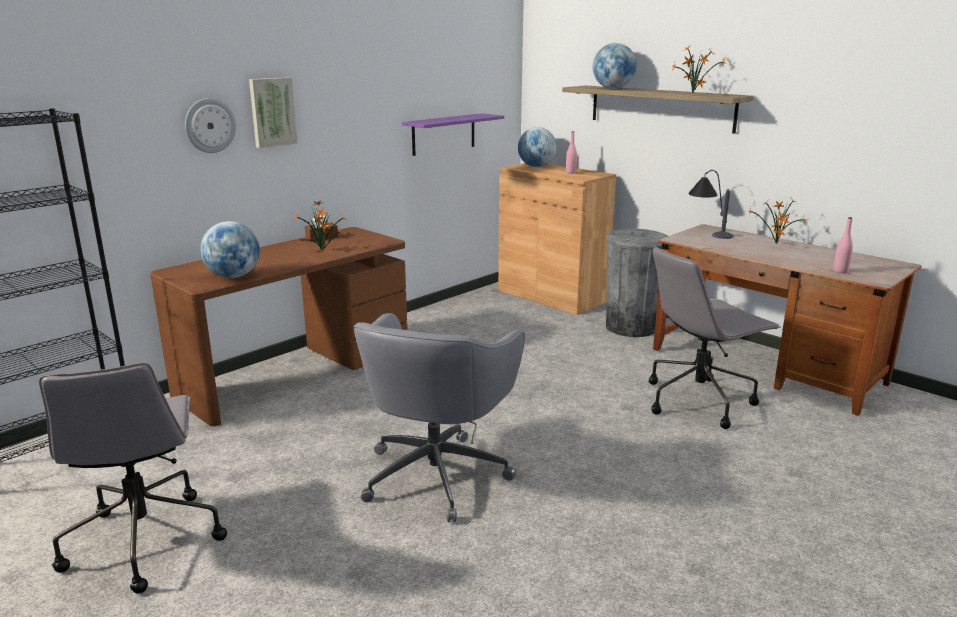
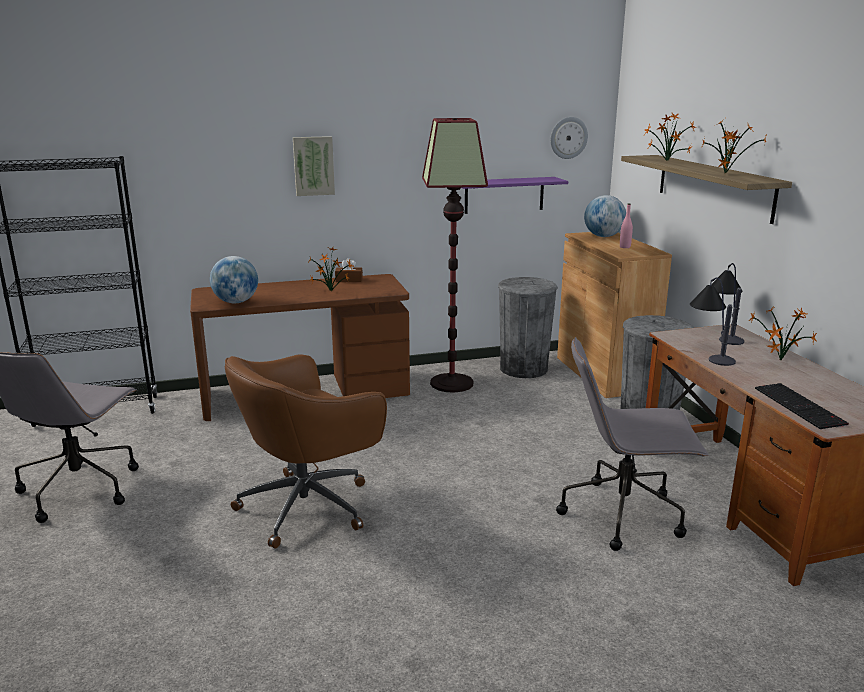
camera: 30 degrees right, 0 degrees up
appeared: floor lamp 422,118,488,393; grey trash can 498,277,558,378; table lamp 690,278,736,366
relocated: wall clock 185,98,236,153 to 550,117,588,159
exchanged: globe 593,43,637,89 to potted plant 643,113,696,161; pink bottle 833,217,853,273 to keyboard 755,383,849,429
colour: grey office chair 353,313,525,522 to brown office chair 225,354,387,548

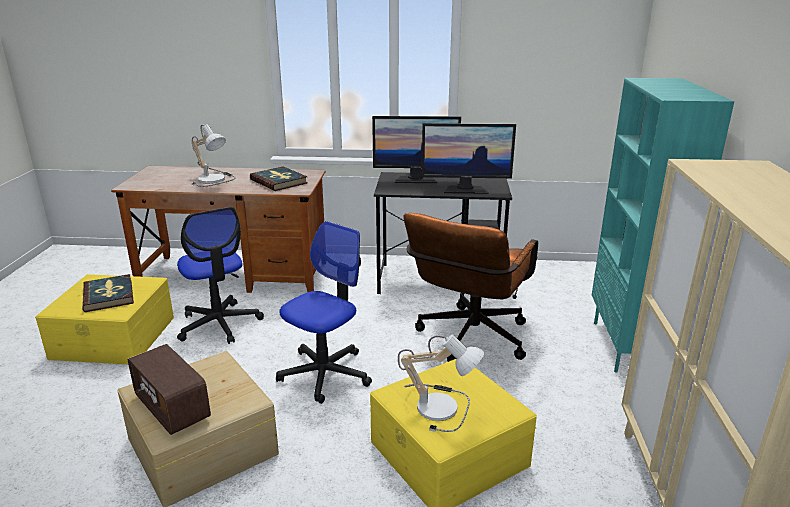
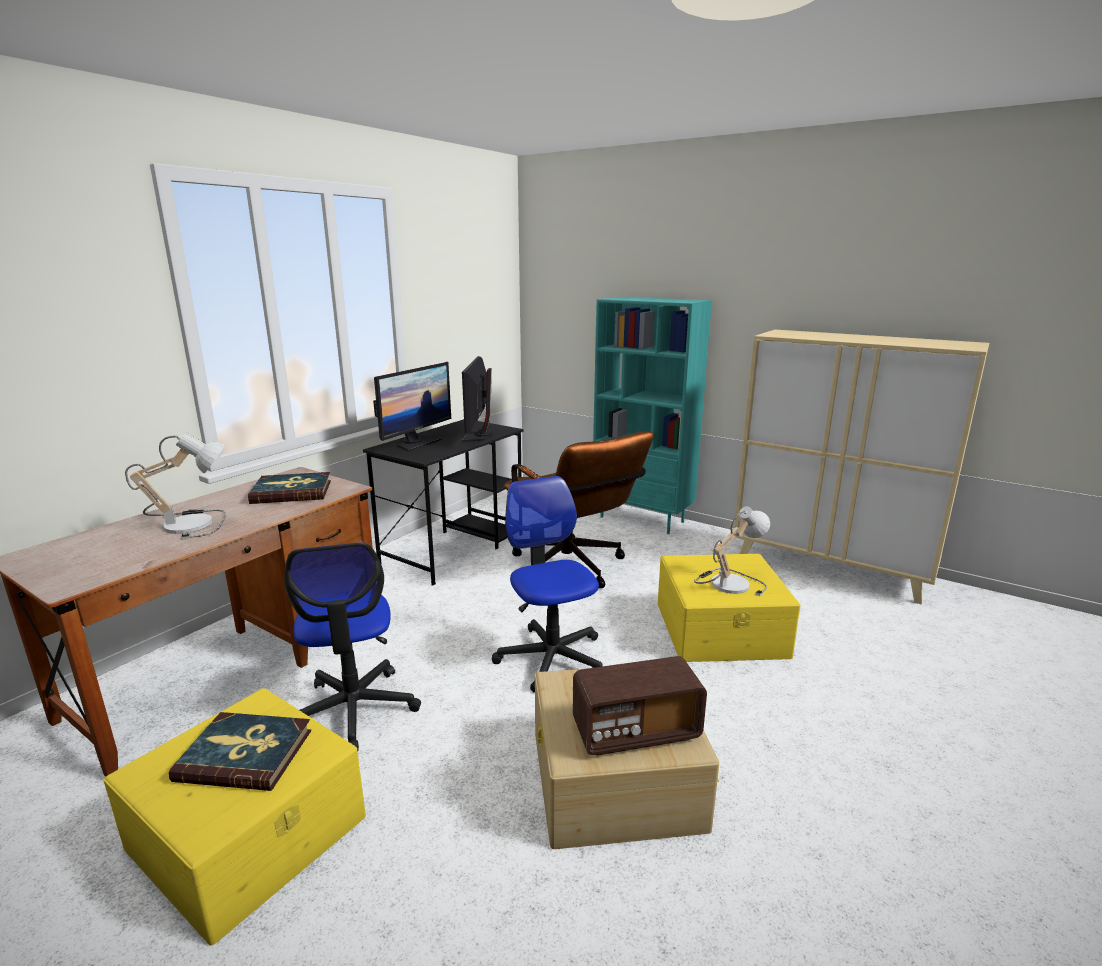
camera: 60 degrees left, 5 degrees down
spun: office chair 177,207,264,344 = 284,542,421,750 75 degrees clockwise; monitor 421,123,516,194 = 462,356,492,442 150 degrees clockwise

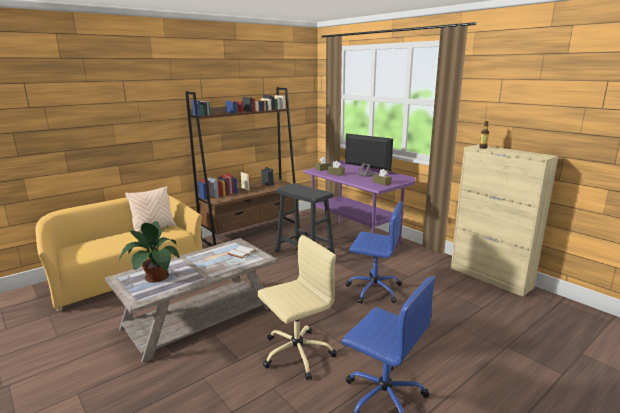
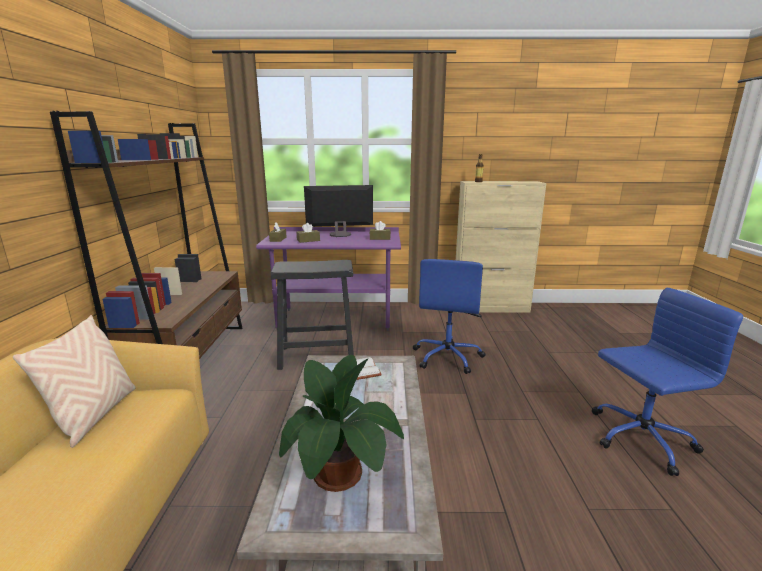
camera: 50 degrees left, 0 degrees up
missing: beige office chair 257,235,337,380
spun: blue office chair 346,201,403,304 = 413,259,485,374 135 degrees clockwise

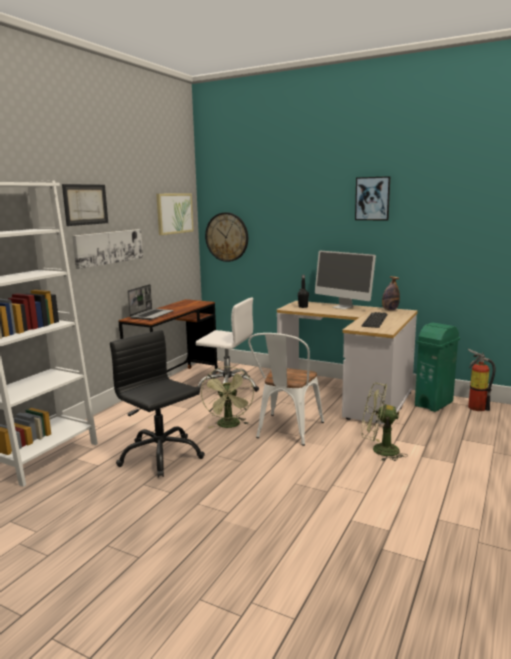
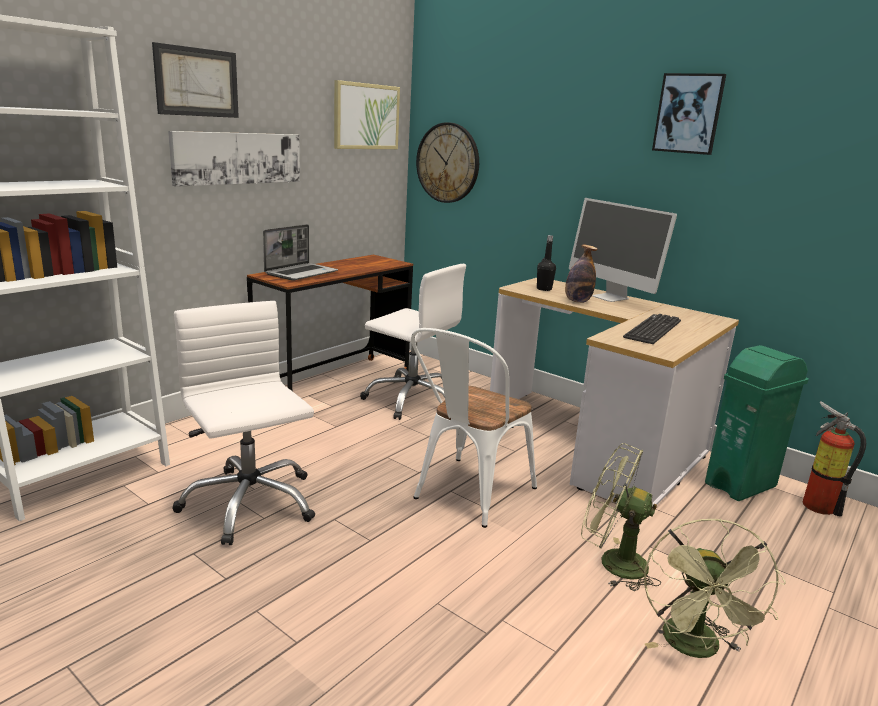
camera: 10 degrees right, 5 degrees up
relocated: green fan 201,366,254,428 to 644,518,786,658; bottle 382,276,400,310 to 565,245,597,303
colour: black office chair 110,330,205,478 to white office chair 173,301,315,545

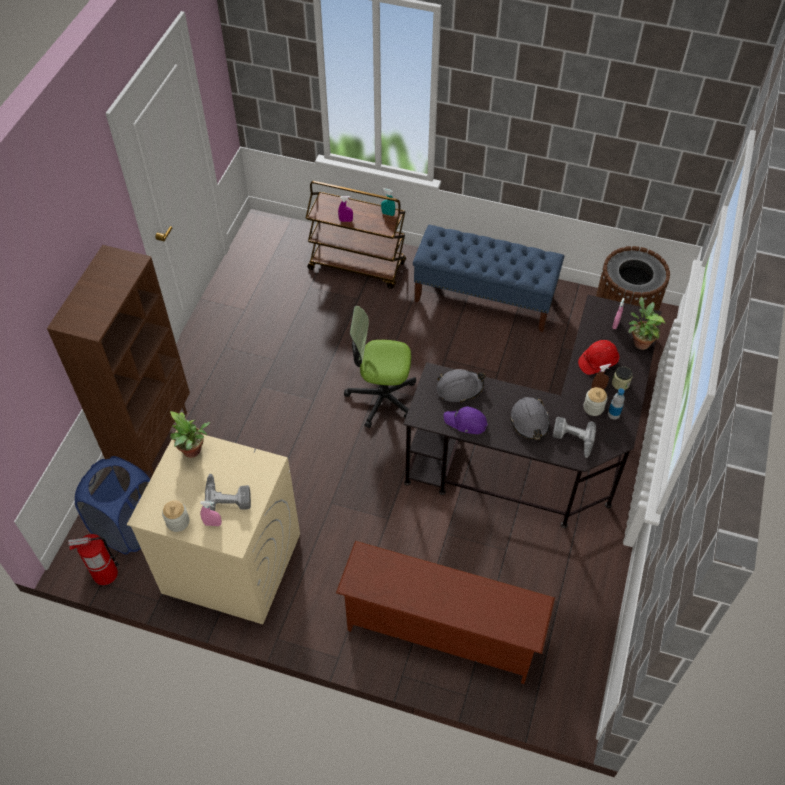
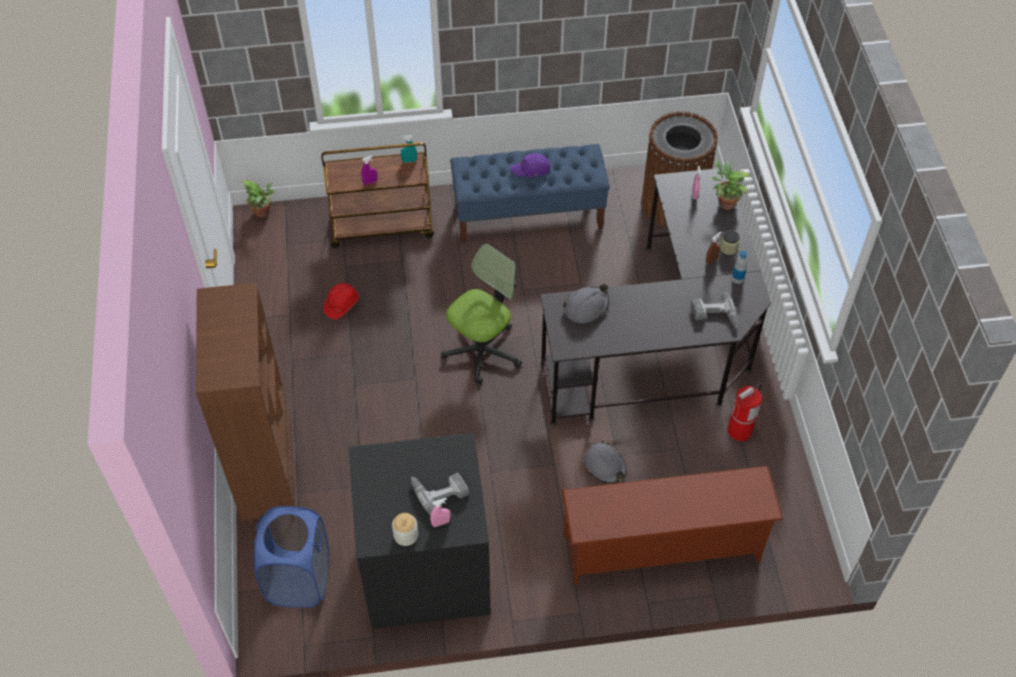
camera: 25 degrees left, 0 degrees up
missing: jar 583,387,607,416
relocated: fire extinguisher 68,534,120,585 to 727,384,762,441; potted plant 170,411,210,458 to 242,180,275,217; purple cap 444,406,488,434 to 510,154,550,177; grey hard hat 510,397,550,440 to 584,441,626,484; red hard hat 578,340,619,375 to 323,283,359,320
colour: beige washing machine 127,430,300,624 to black washing machine 348,433,491,629
spun: office chair 344,306,416,428 = 441,244,522,385 150 degrees clockwise

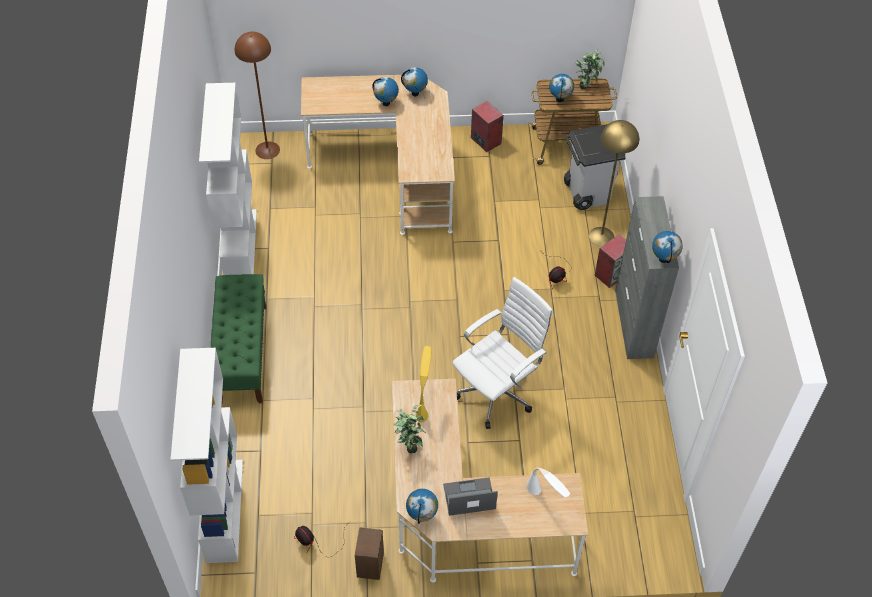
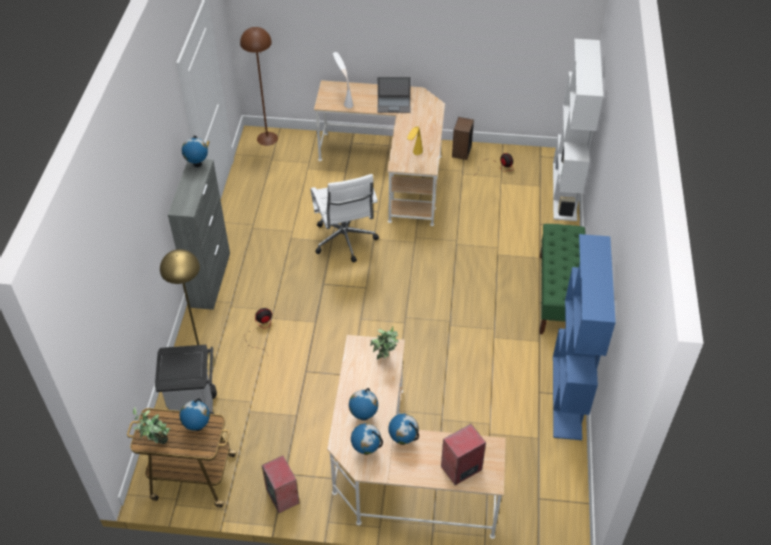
camera: 170 degrees left, 5 degrees down
relocated: brown floor lamp 235,32,280,159 to 240,27,278,146; potted plant 394,405,426,454 to 370,326,398,359; globe 406,489,438,524 to 349,388,378,420; speaker 595,234,626,288 to 441,424,486,485
colour: white bookcase 199,83,257,275 to blue bookcase 553,234,616,440
spun: white office chair 452,277,553,429 = 311,174,379,262 75 degrees counterclockwise

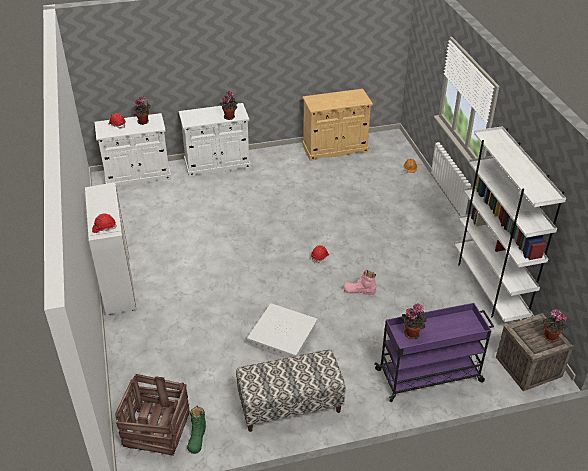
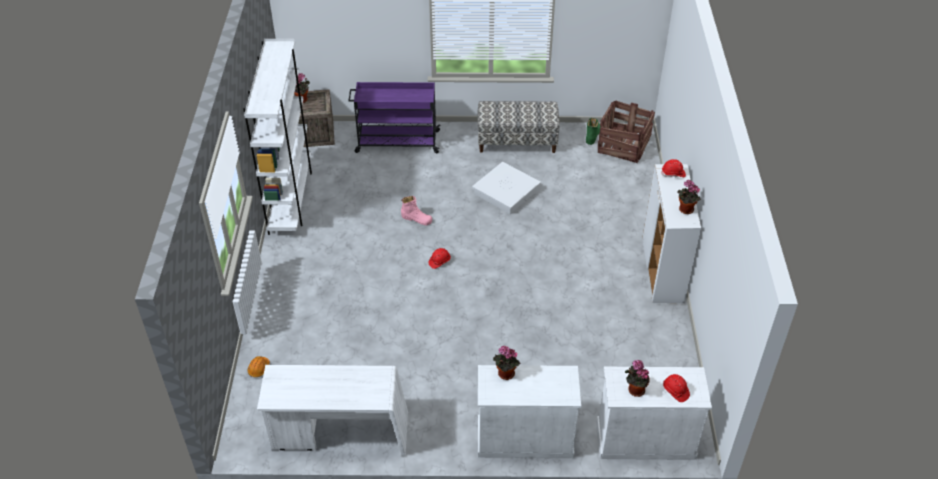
camera: 165 degrees left, 5 degrees up
relocated: potted plant 402,303,427,339 to 677,180,701,214
exchanged: beige cabinet 302,89,373,161 to white desk 257,365,408,456

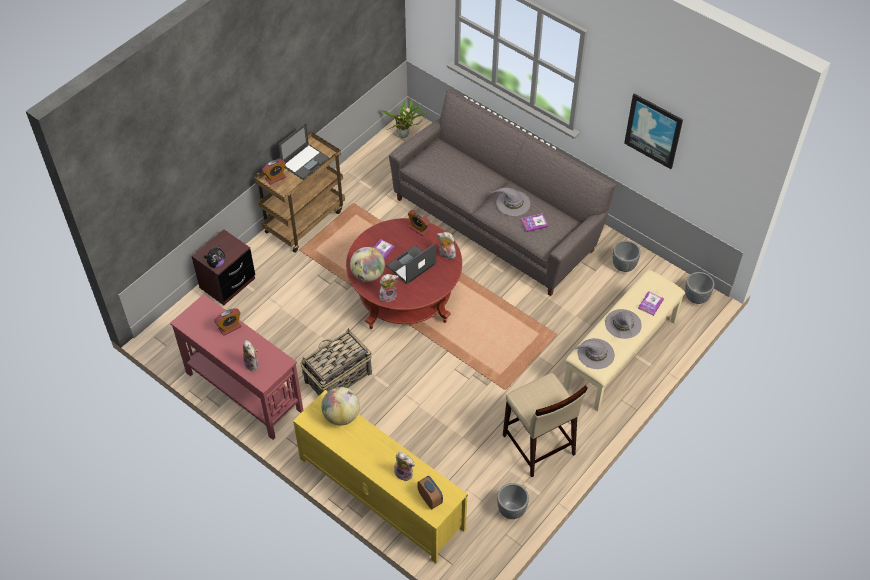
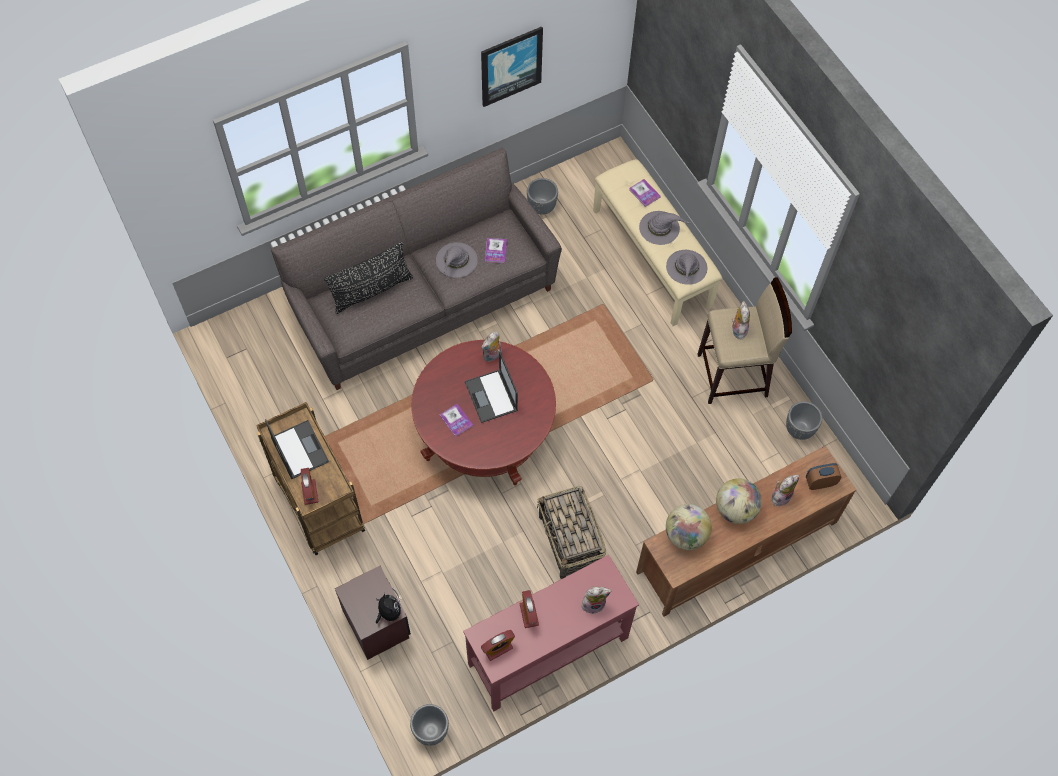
camera: 70 degrees left, 10 degrees up
missing: potted plant 381,100,428,138
appeared: black pillow 324,242,413,314
relocated: globe 350,247,385,282 to 716,478,762,524; plush toy 379,274,399,302 to 732,301,750,339; alarm clock 408,210,430,236 to 481,630,515,661; grey planter 685,272,714,304 to 410,704,449,746
colour: yellow tv stand 293,390,468,563 to brown tv stand 636,446,856,617

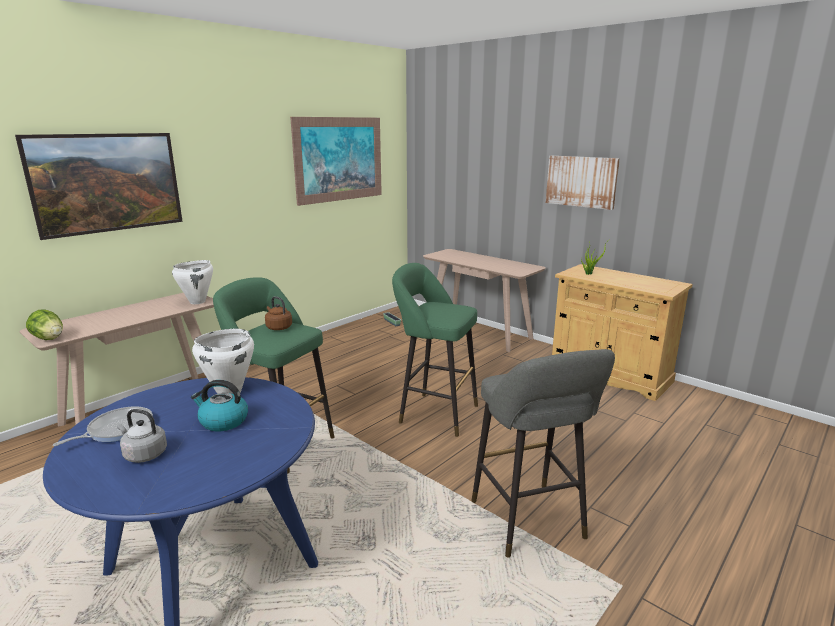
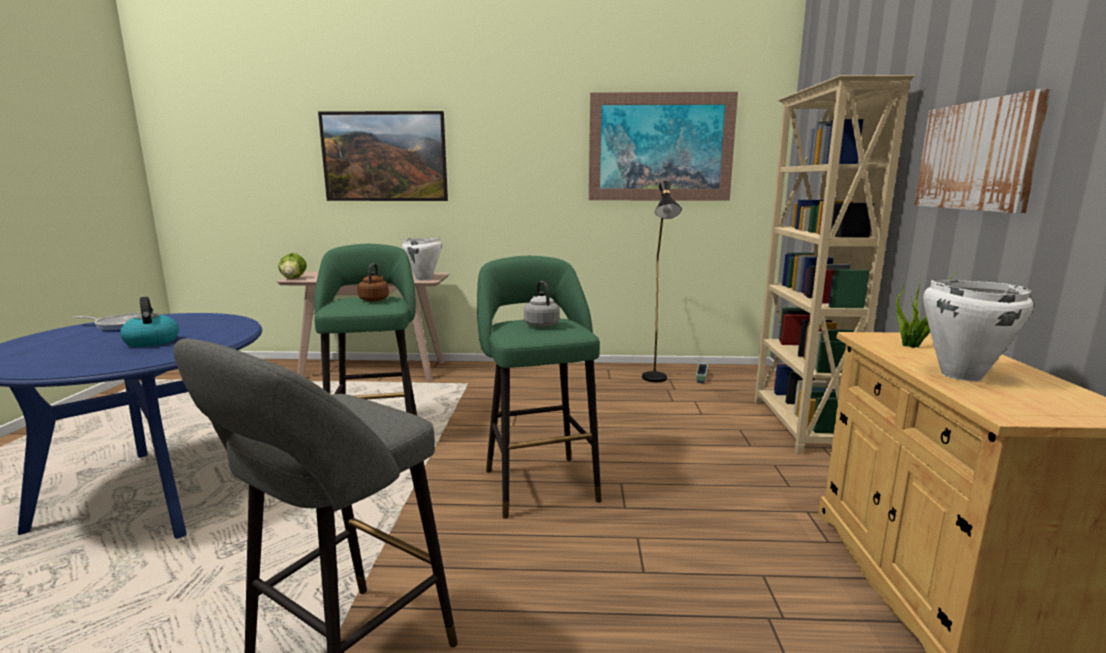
camera: 50 degrees right, 5 degrees down
appeared: black floor lamp 642,181,682,382
relocated: grey kettle 117,409,167,463 to 524,281,559,328; white cooking pot 192,329,254,394 to 923,280,1033,381
exchanged: beige console table 423,249,546,352 to beige bookcase 754,75,915,454

